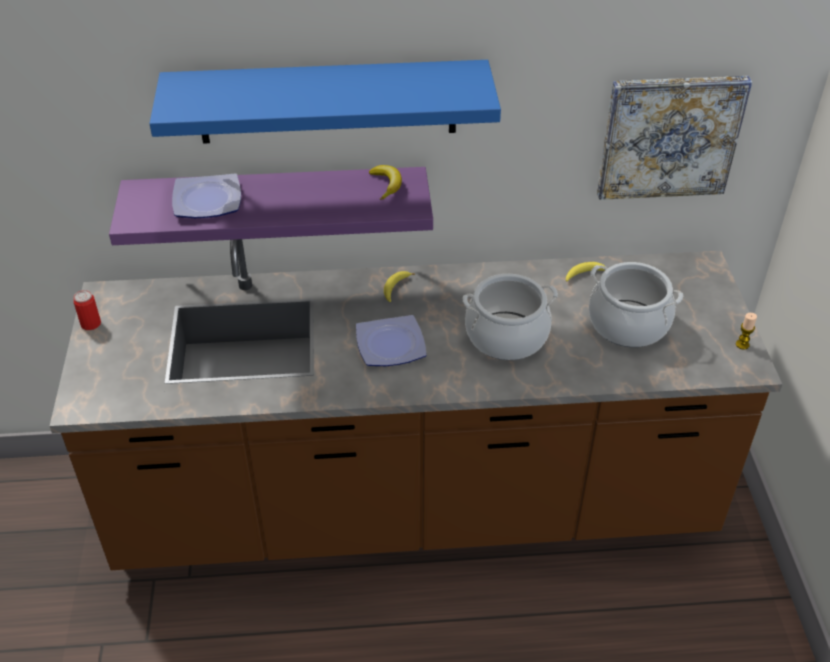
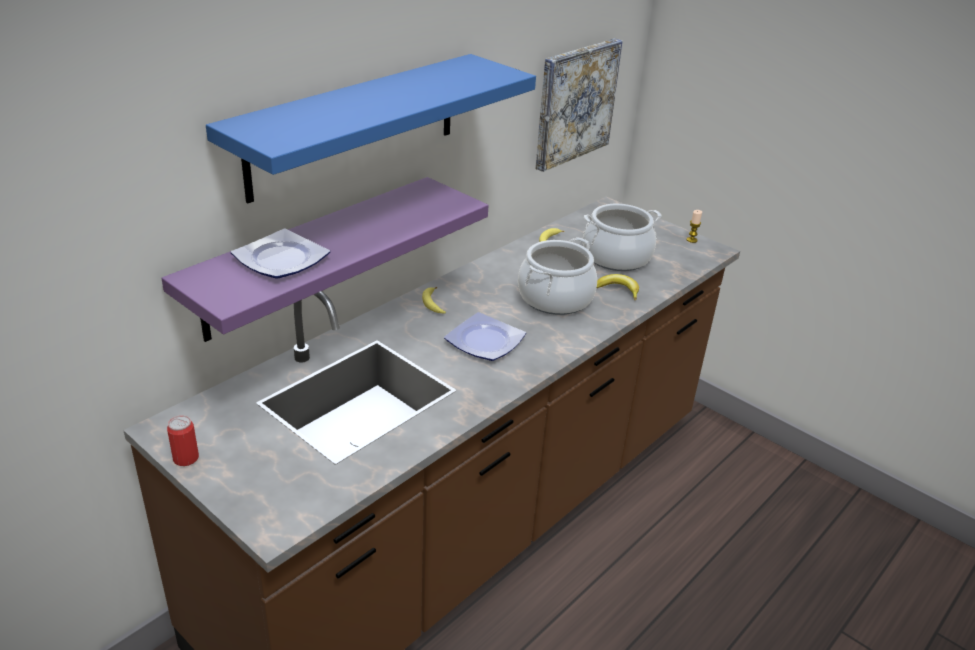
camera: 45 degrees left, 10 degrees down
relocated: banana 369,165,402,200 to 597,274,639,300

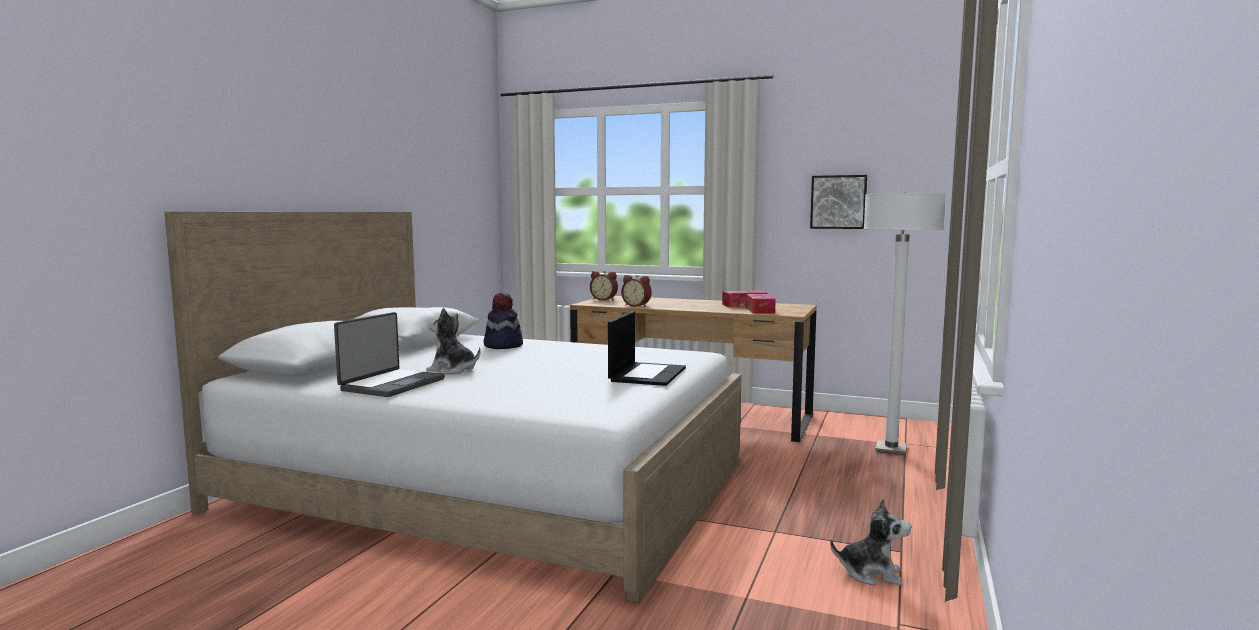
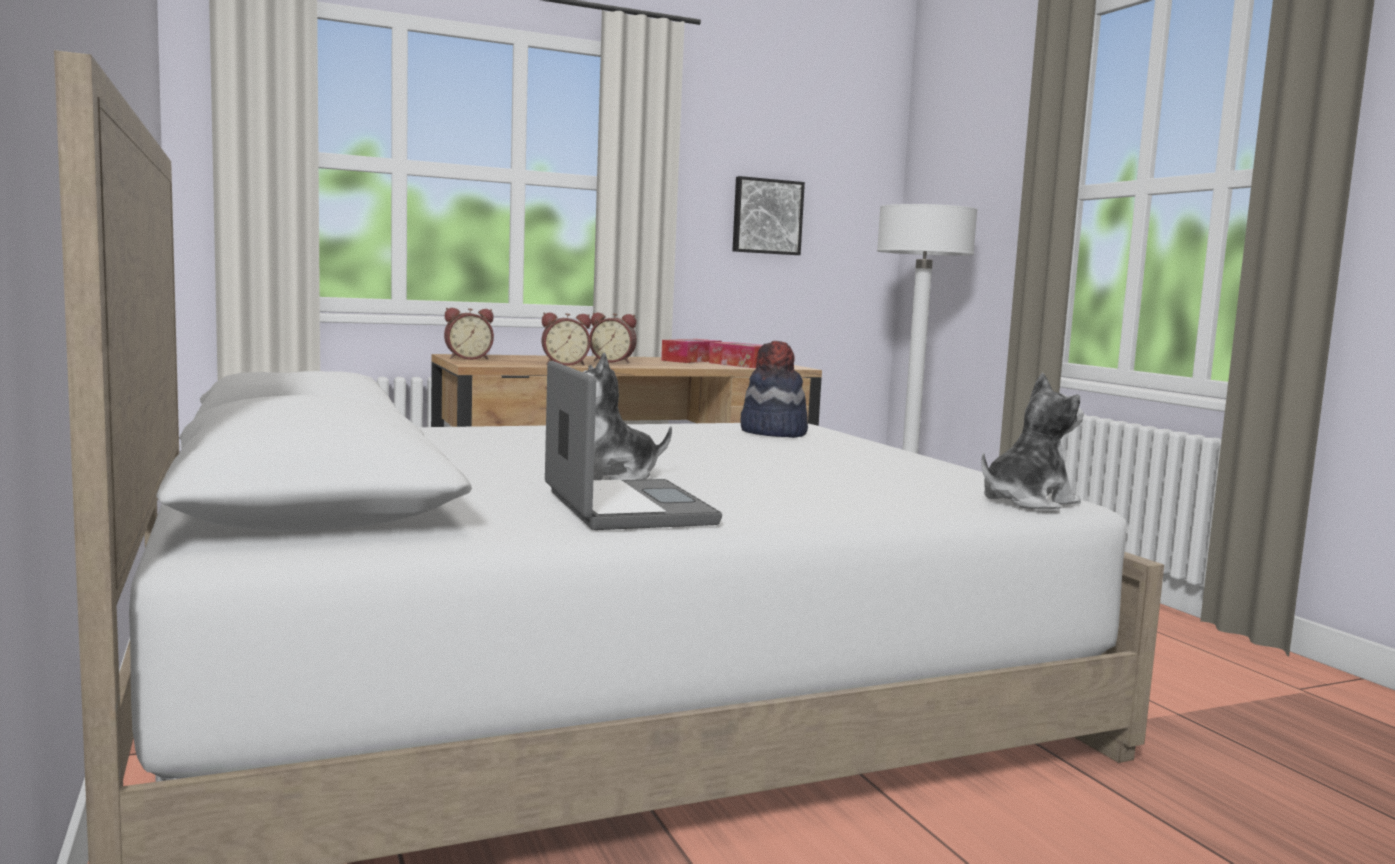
camera: 45 degrees left, 0 degrees up
missing: laptop 608,311,686,386
appeared: alarm clock 590,312,637,363
relocated: hat 483,293,523,349 to 741,341,808,438; plush toy 830,499,911,586 to 981,373,1084,510

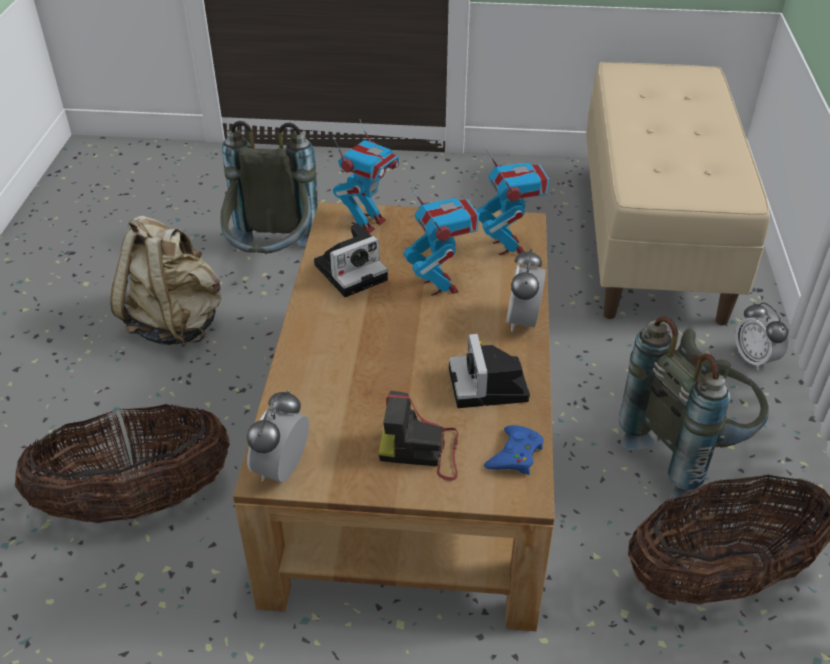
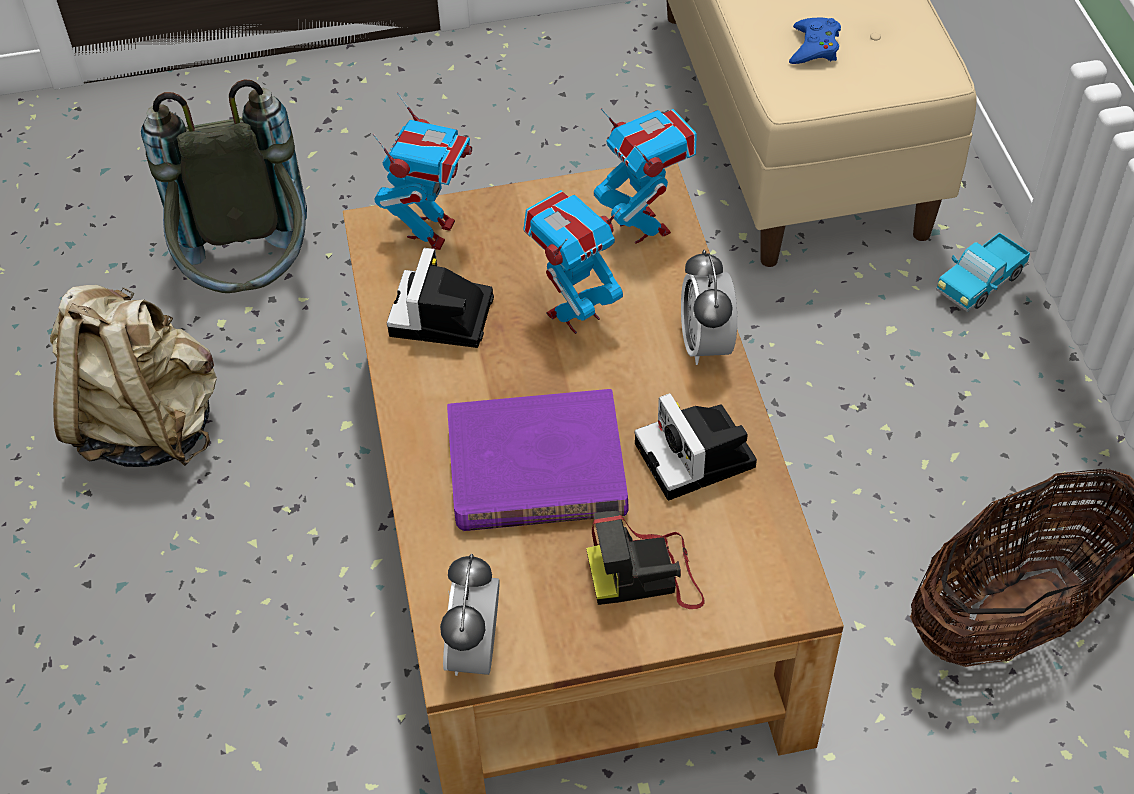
camera: 15 degrees left, 10 degrees up
missing: basket 15,403,230,523; grey backpack 619,316,769,502
appeared: purple book 447,389,629,531
relocated: blue game controller 484,425,544,475 to 789,17,841,64
exchanged: alarm clock 735,302,788,371 to toy truck 936,232,1030,312
spun: photo camera 314,223,388,297 = 387,248,494,348 150 degrees clockwise; toy robot 404,187,479,296 = 523,190,623,334 90 degrees counterclockwise

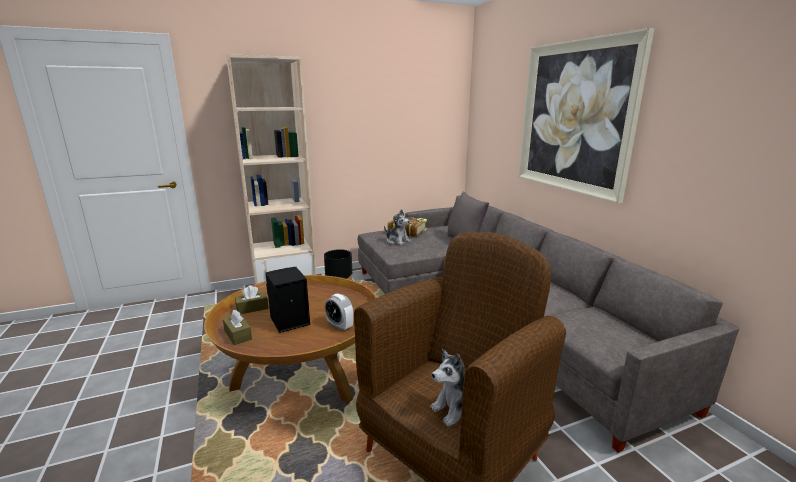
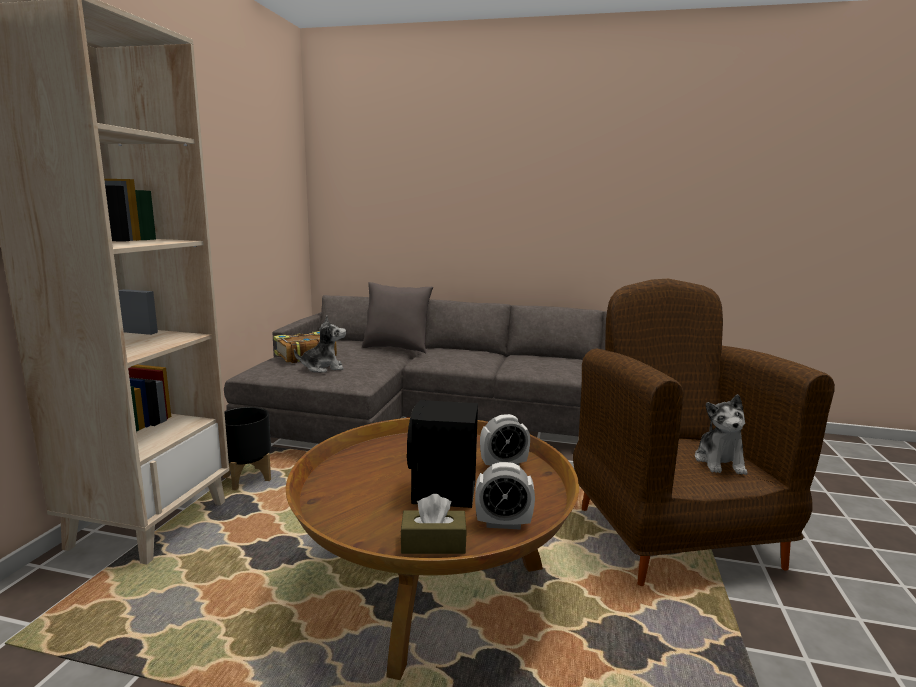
camera: 55 degrees left, 5 degrees down
missing: brown tissue box 235,285,269,314; picture 518,28,655,204
appeared: alarm clock 475,462,535,530

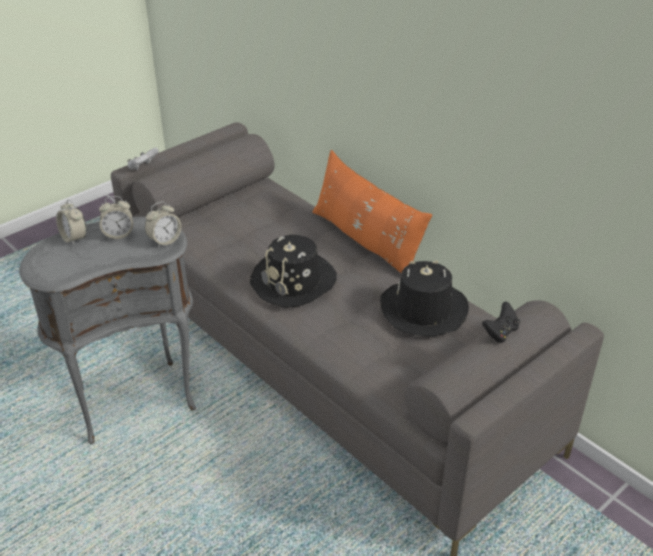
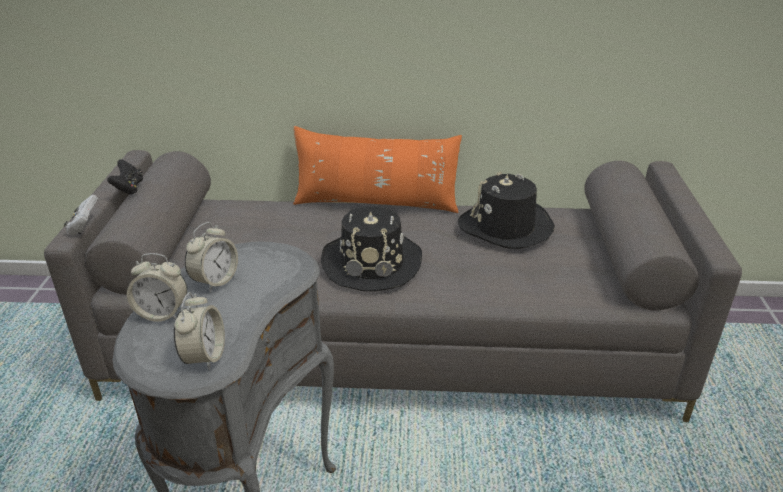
camera: 45 degrees left, 5 degrees down
relocated: alarm clock 145,201,181,248 to 174,292,225,371; black game controller 482,302,520,343 to 107,159,143,194

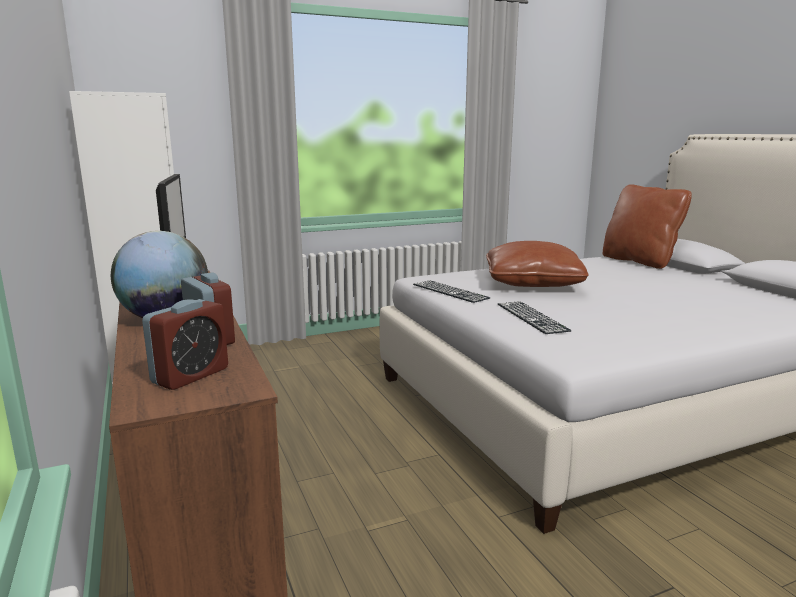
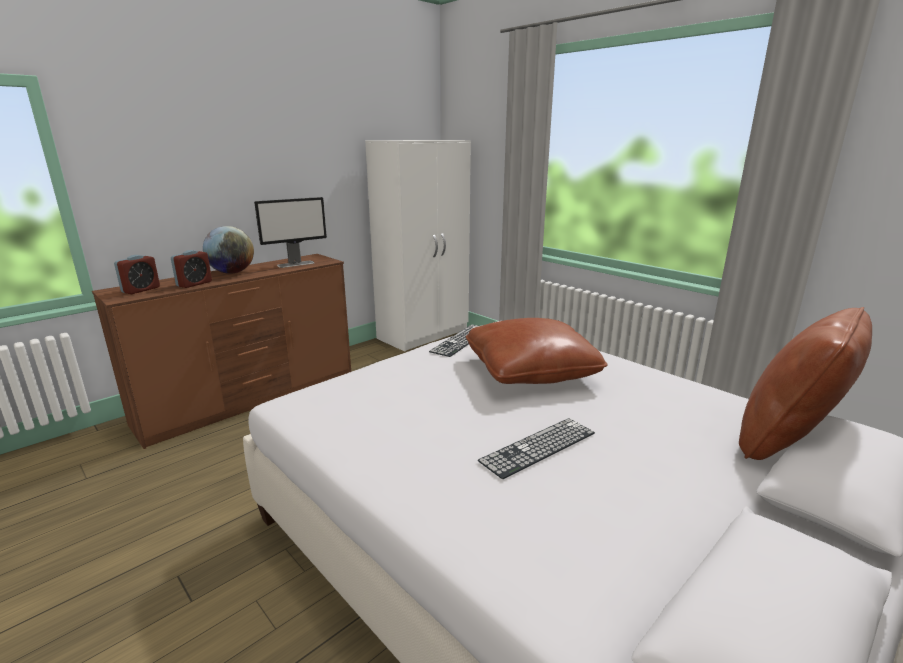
camera: 70 degrees right, 5 degrees up
relocated: keyboard 498,301,571,334 to 478,418,595,479
spun: alarm clock 142,299,228,390 = 114,255,160,294 75 degrees counterclockwise

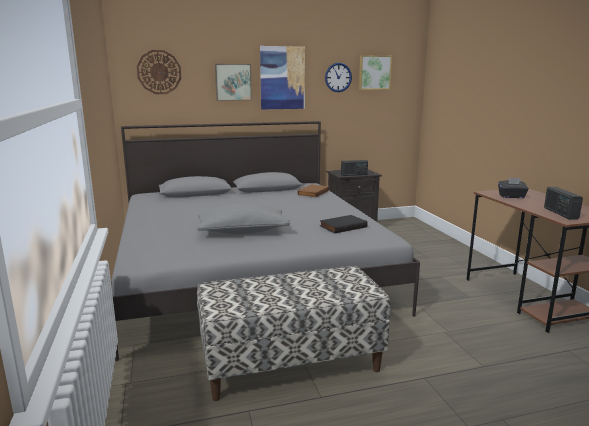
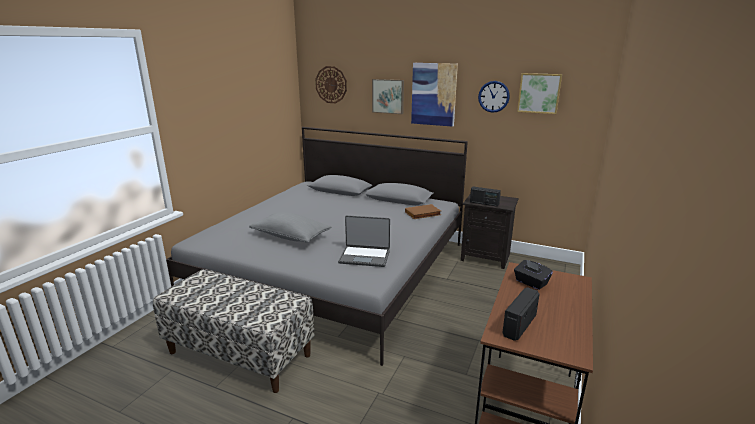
camera: 40 degrees right, 5 degrees up
exchanged: black book 320,215,368,234 to laptop 338,215,390,267

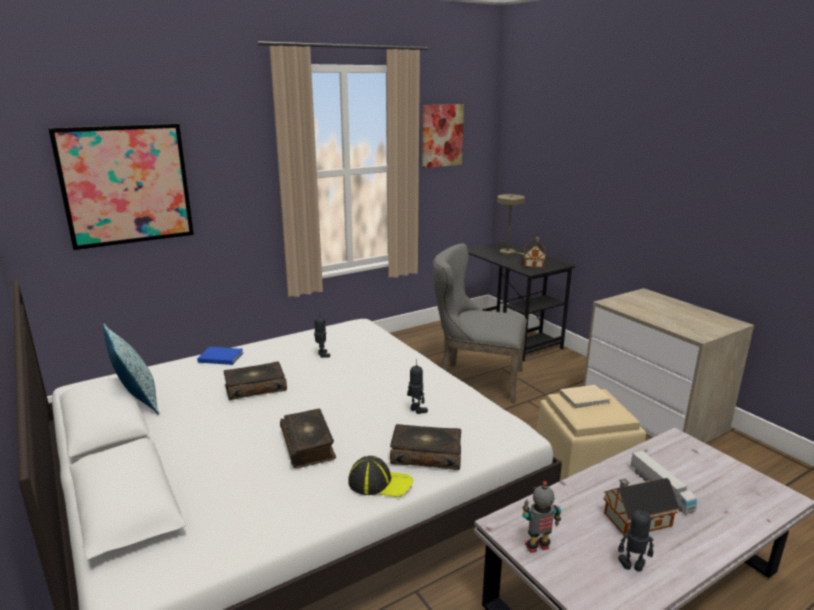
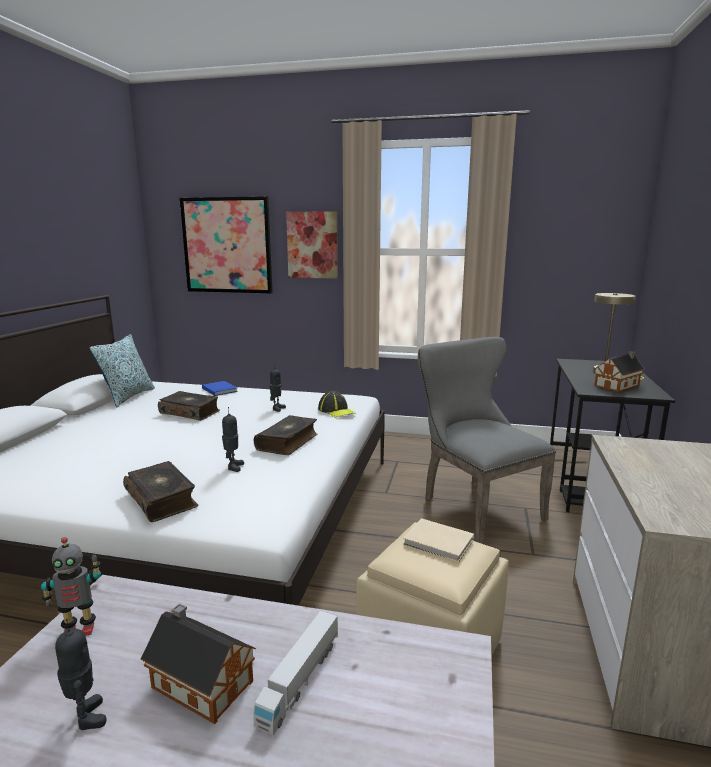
camera: 45 degrees right, 5 degrees down
relocated: book 280,409,336,468 to 254,415,317,455; cap 348,456,413,497 to 318,391,356,417; picture 422,104,464,168 to 286,211,338,279
spun: toy robot 522,481,561,553 = 41,537,101,636 135 degrees clockwise

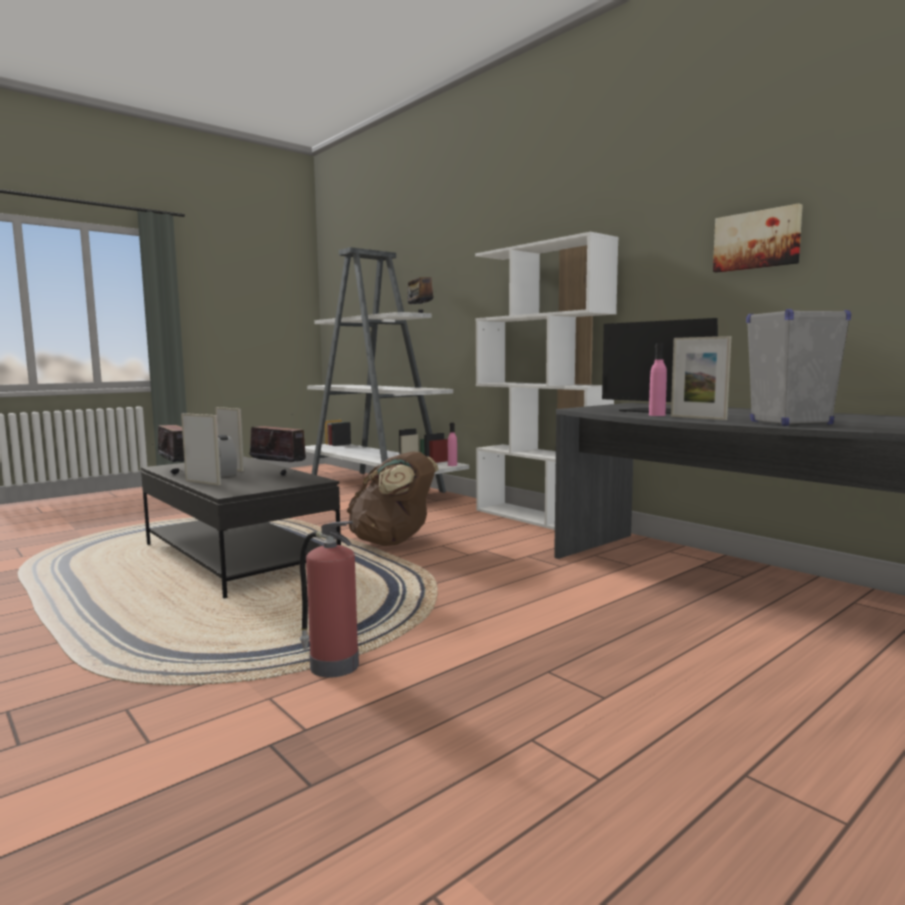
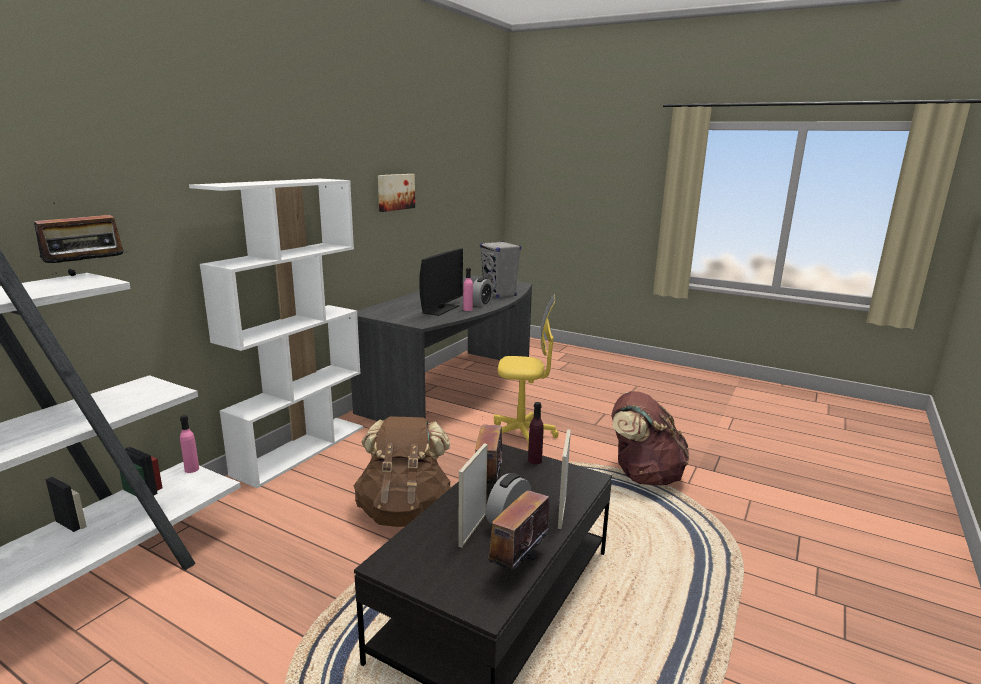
camera: 110 degrees left, 10 degrees up
appeared: yellow office chair 494,294,559,448; purple bottle 528,402,544,464
exchanged: fire extinguisher 300,521,359,678 to brown backpack 611,391,689,486; picture frame 671,336,731,420 to alarm clock 473,278,493,307

